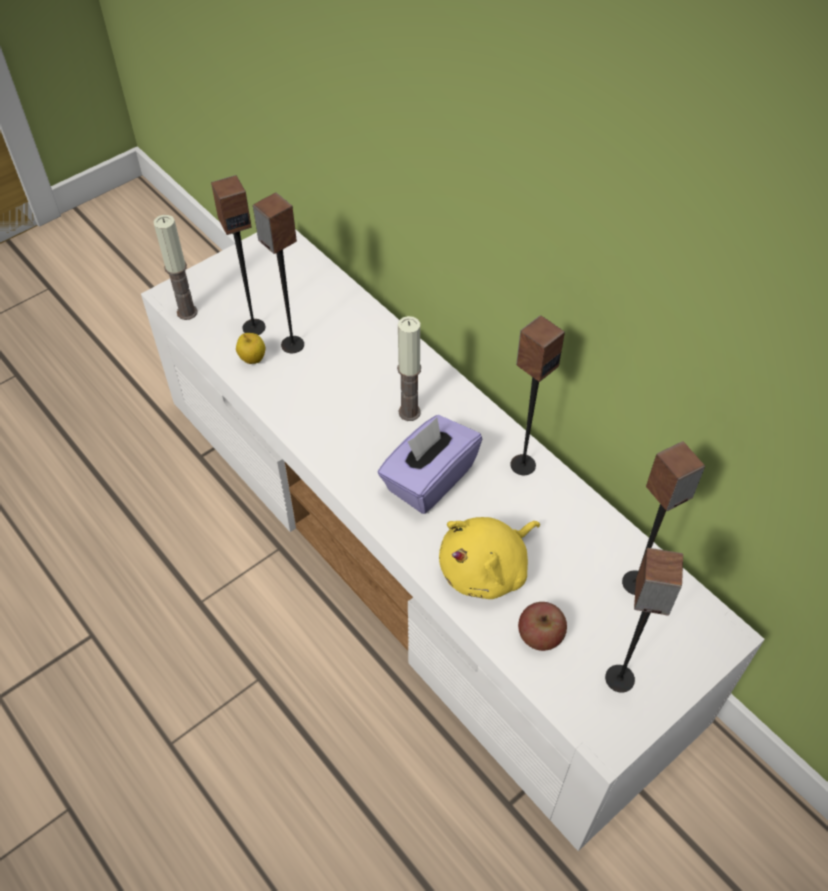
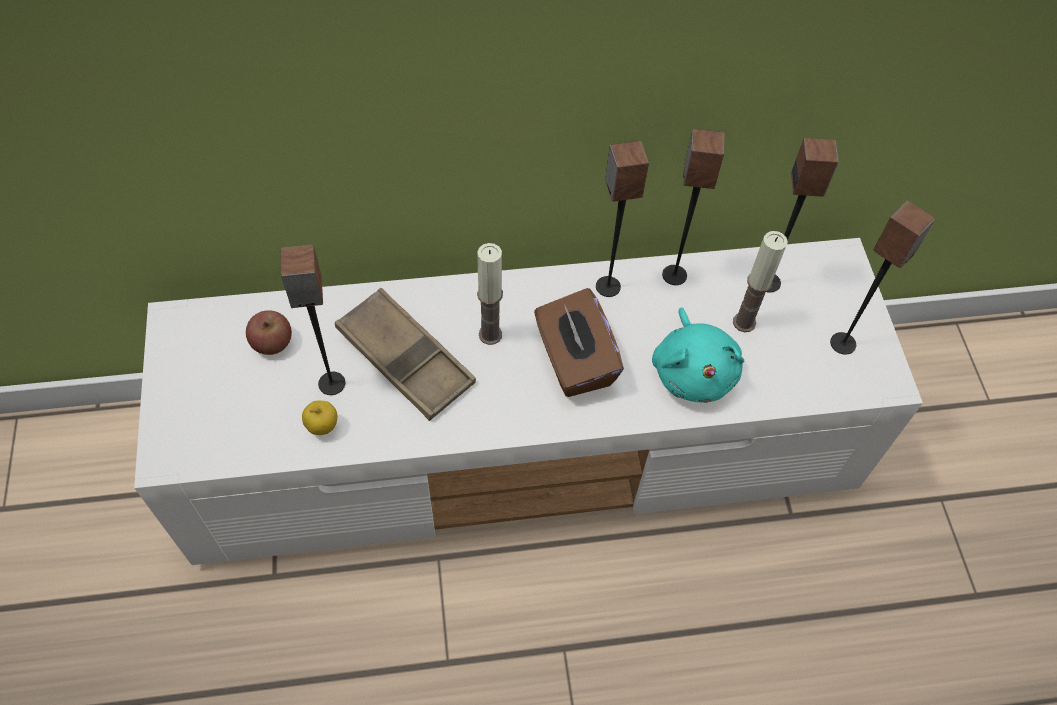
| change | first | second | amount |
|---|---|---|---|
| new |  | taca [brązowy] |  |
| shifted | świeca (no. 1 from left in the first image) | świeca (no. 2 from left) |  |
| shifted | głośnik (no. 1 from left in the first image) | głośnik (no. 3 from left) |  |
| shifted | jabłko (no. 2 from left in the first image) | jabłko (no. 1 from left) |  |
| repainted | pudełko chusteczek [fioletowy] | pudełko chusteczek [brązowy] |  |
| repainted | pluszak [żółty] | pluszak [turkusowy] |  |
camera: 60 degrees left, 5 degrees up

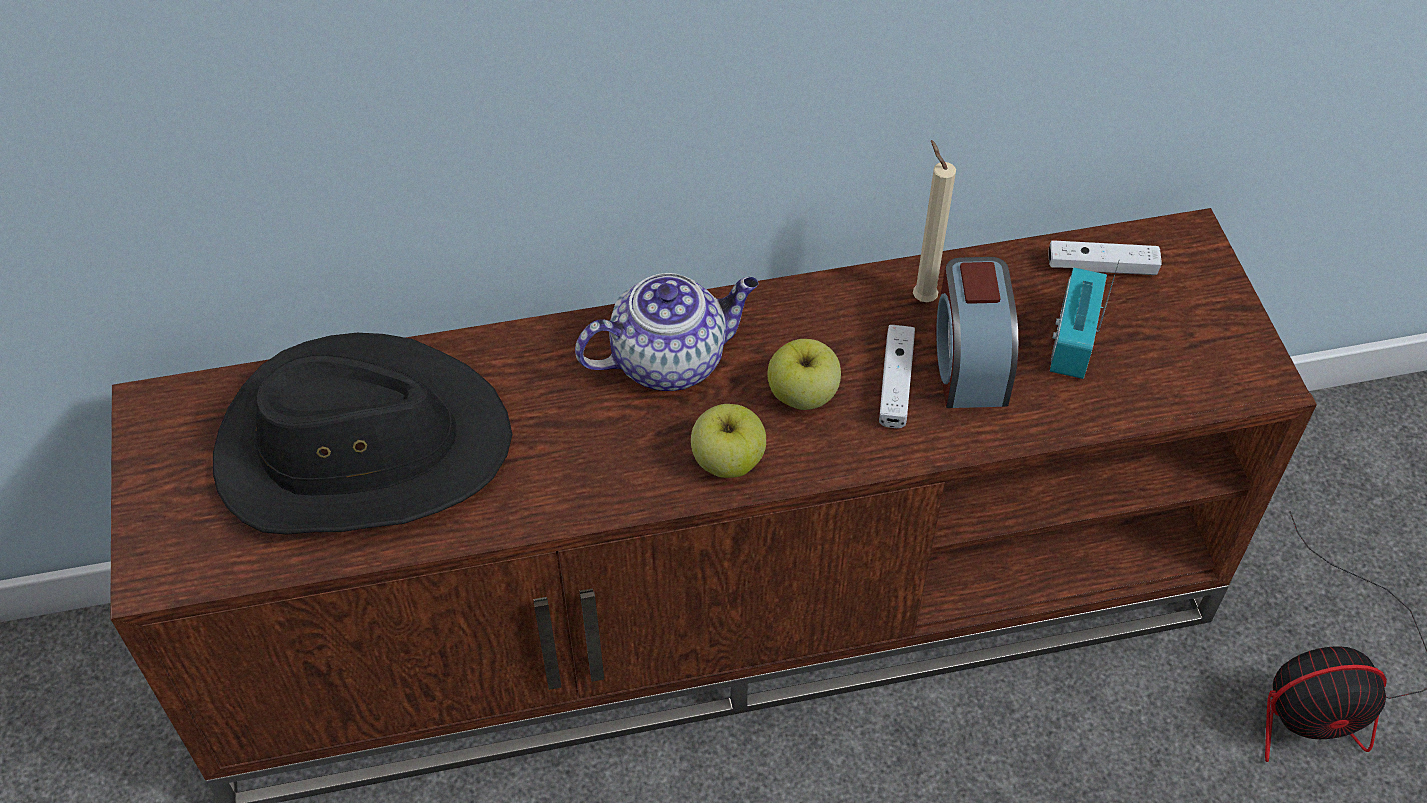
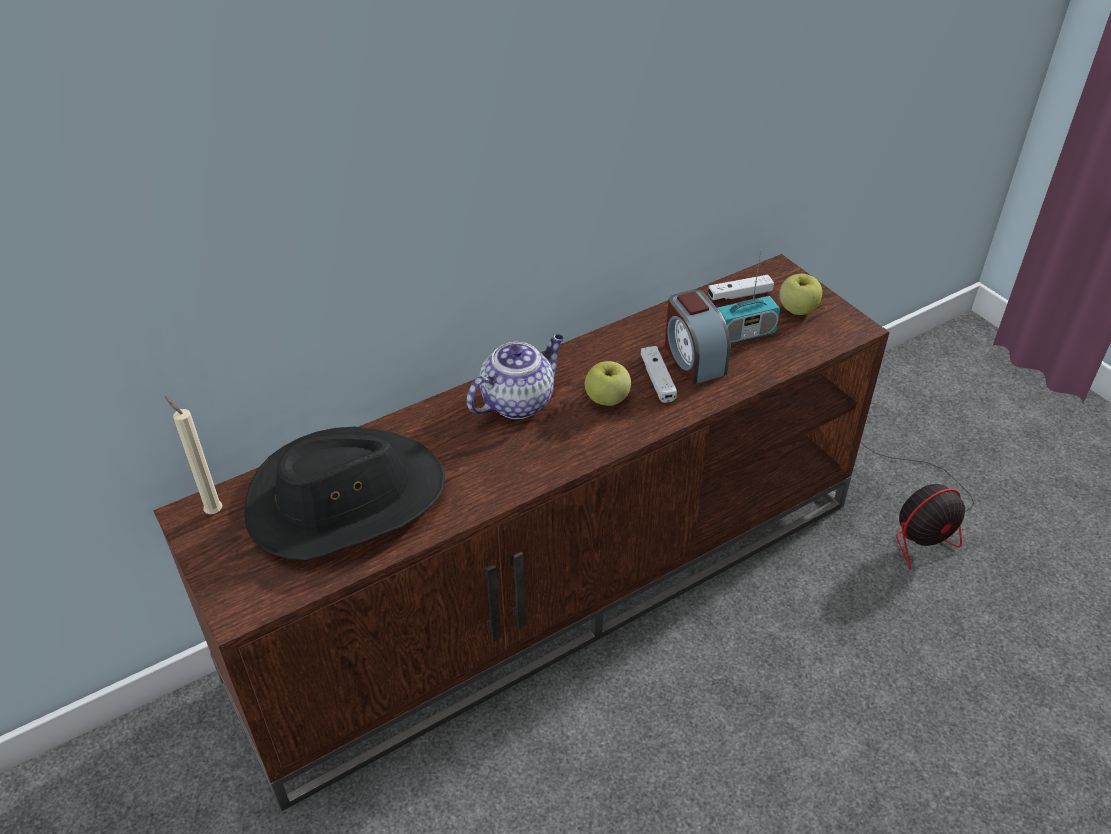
| change | first | second | amount |
|---|---|---|---|
| shifted | jabłko (no. 1 from left in the first image) | jabłko (no. 2 from left) |  |
| shifted | świeca [beżowy] |  |  |
| rotated | radio |  | 105 degrees counterclockwise |
camera: 20 degrees left, 10 degrees down

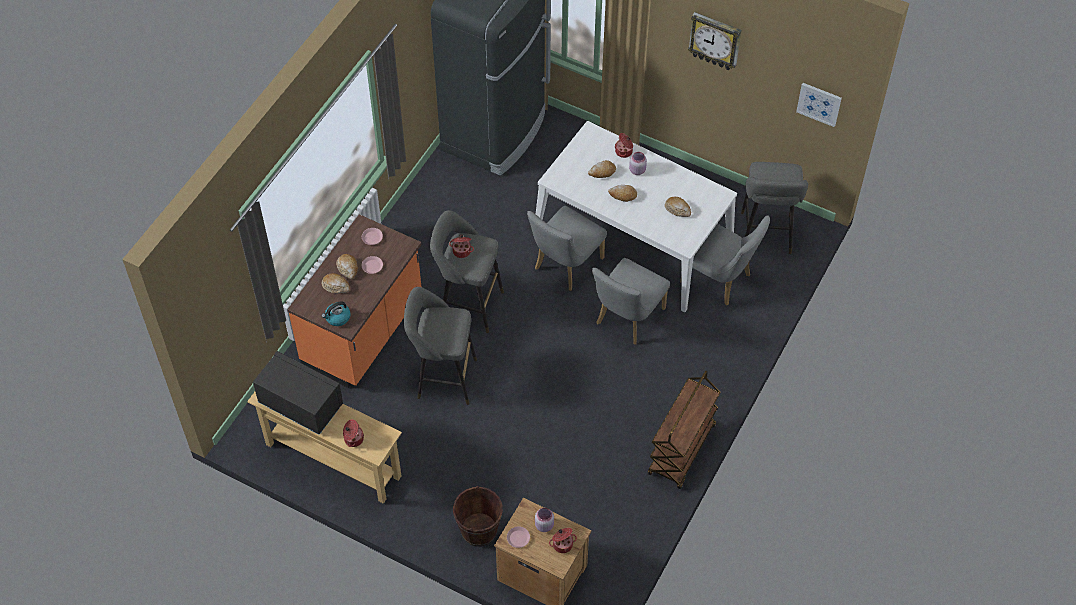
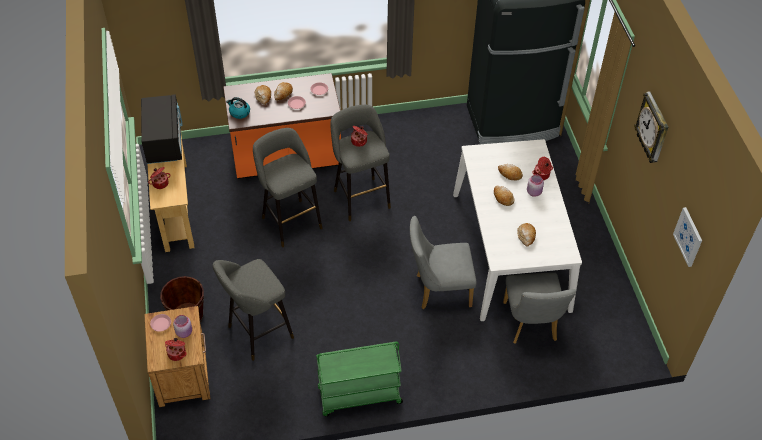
| change | first | second | amount |
|---|---|---|---|
| gone | krzesło [szary] (no. 1 from left) |  |  |
| shifted | stołek [szary] (no. 3 from left in the first image) | stołek [szary] (no. 1 from left) |  |
| repainted | wózek [brązowy] | wózek [zielony] |  |
camera: 50 degrees right, 5 degrees down

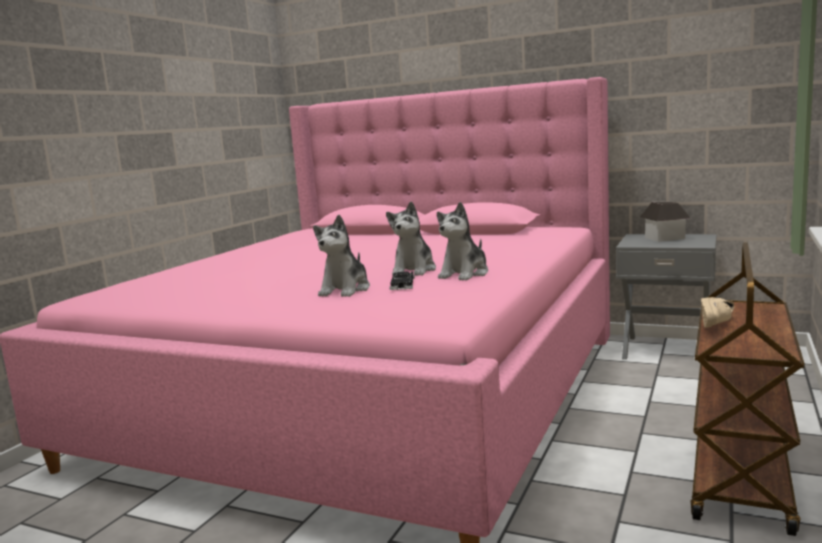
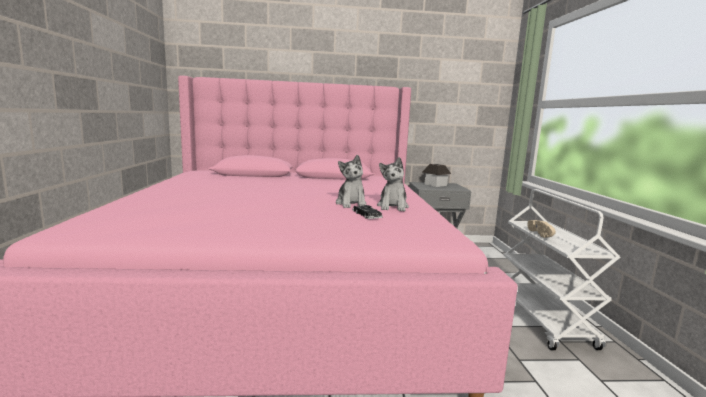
| change | first | second | amount |
|---|---|---|---|
| gone | pluszak (no. 1 from left) |  |  |
| repainted | wózek [brązowy] | wózek [biały] |  |
camera: 30 degrees left, 0 degrees up

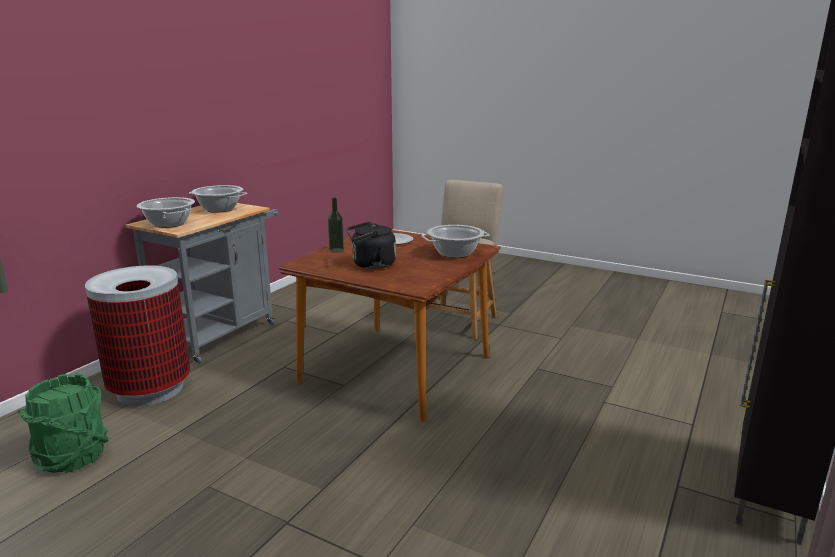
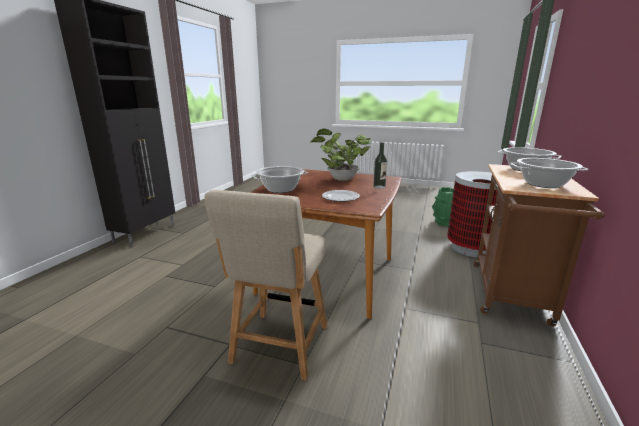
| change | first | second | amount |
|---|---|---|---|
| swapped | czajnik [czarny] | roślina doniczkowa |  |
| repainted | wózek [szary] | wózek [brązowy] |  |
camera: 170 degrees right, 0 degrees up

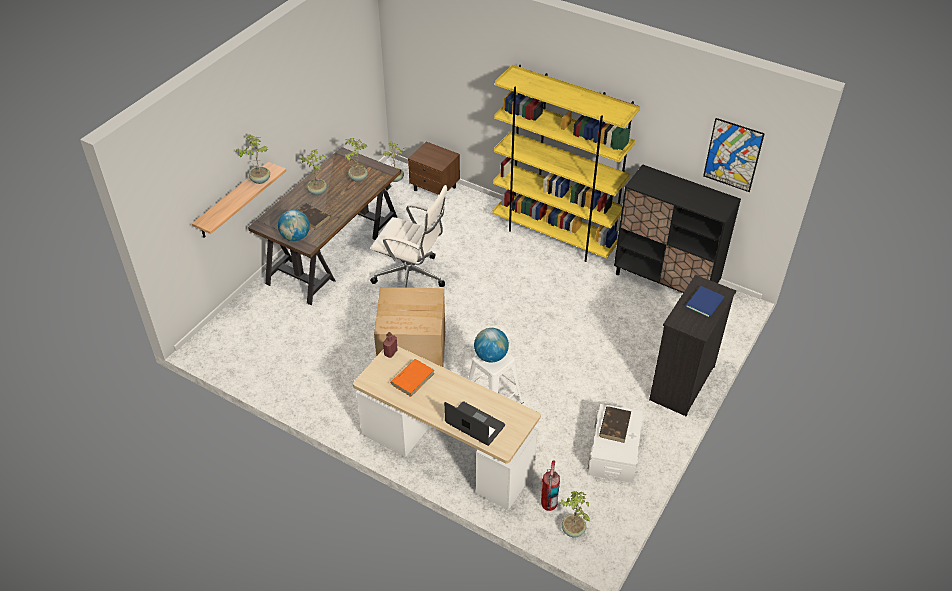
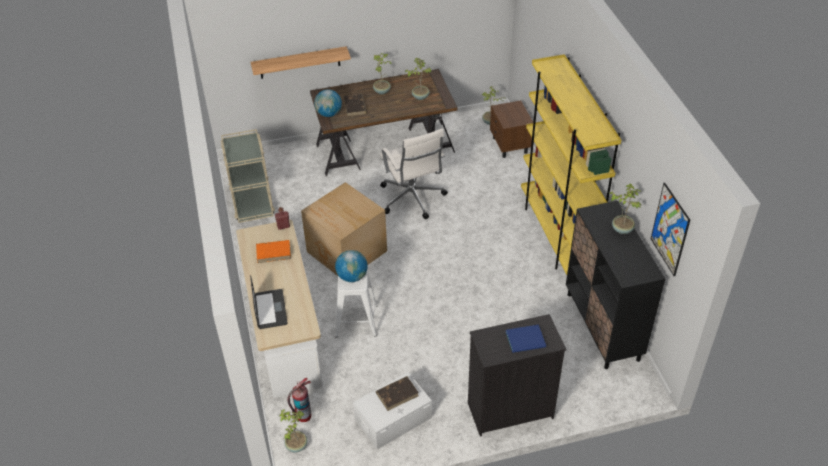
| change | first | second | amount |
|---|---|---|---|
| new |  | wózek [beżowy] |  |
| shifted | roślina doniczkowa (no. 1 from left in the first image) | roślina doniczkowa (no. 5 from left) |  |
camera: 45 degrees right, 0 degrees up

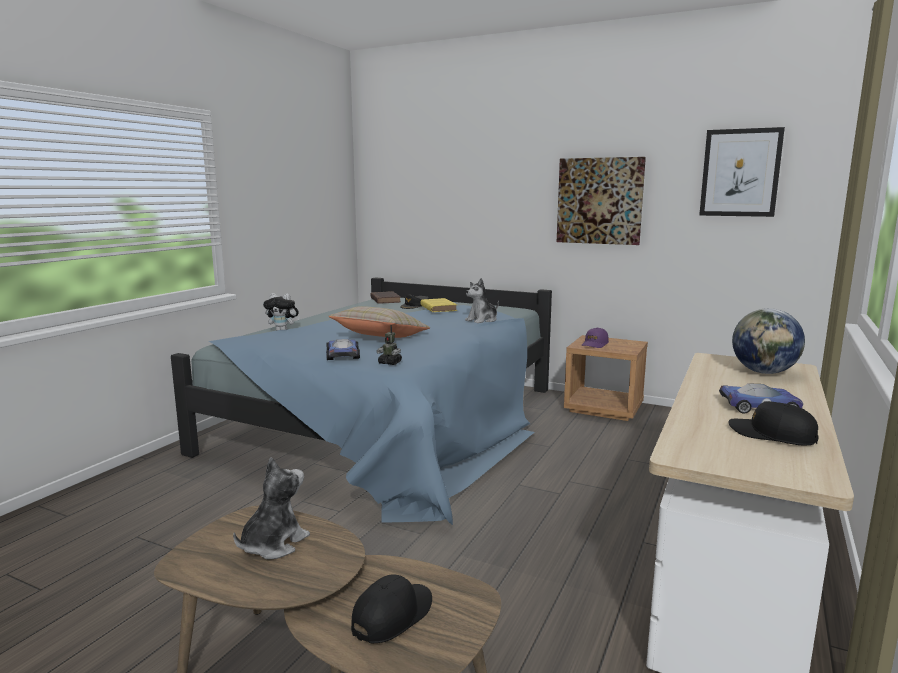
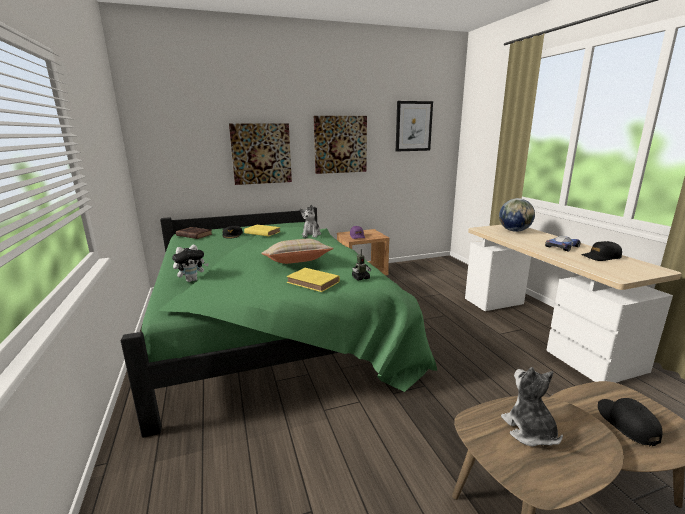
| change | first | second | amount |
|---|---|---|---|
| new |  | obraz (no. 1 from left) |  |
| swapped | samochodzik (no. 1 from left) | książka [żółty] (no. 2 from left) |  |
| repainted | łóżko [niebieski] | łóżko [zielony] |  |
camera: 45 degrees left, 5 degrees up

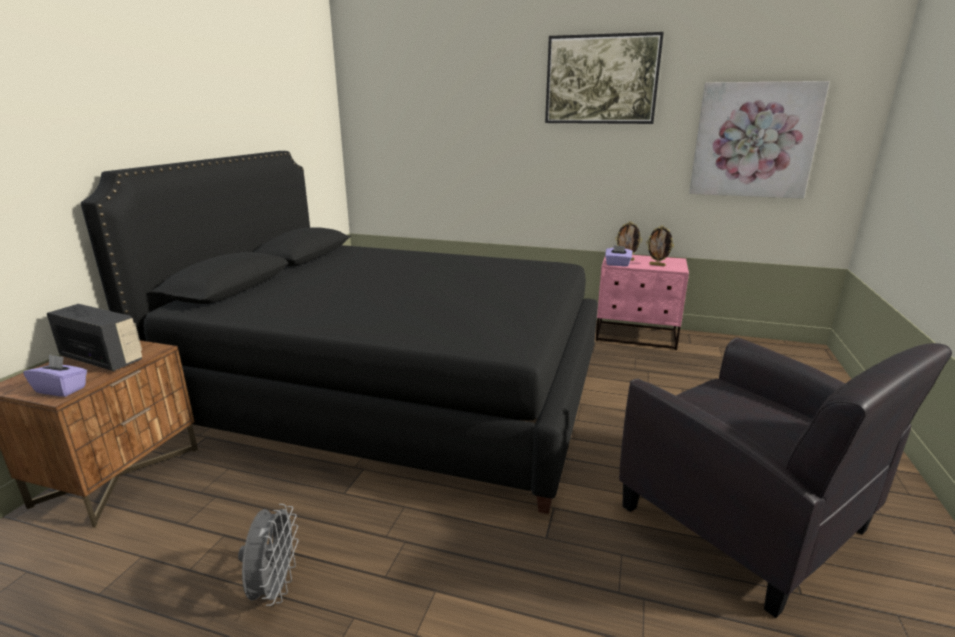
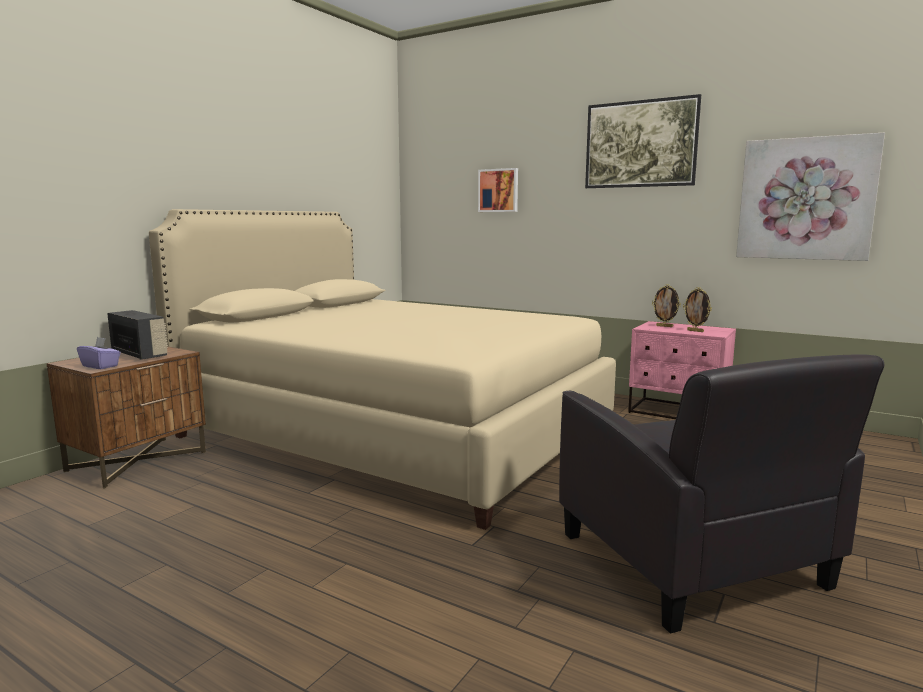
| change | first | second | amount |
|---|---|---|---|
| gone | wentylator [szary] |  |  |
| gone | pudełko chusteczek [fioletowy] (no. 2 from left) |  |  |
| new |  | obraz (no. 1 from left) |  |
| repainted | łóżko [czarny] | łóżko [beżowy] |  |
camera: 15 degrees right, 10 degrees down

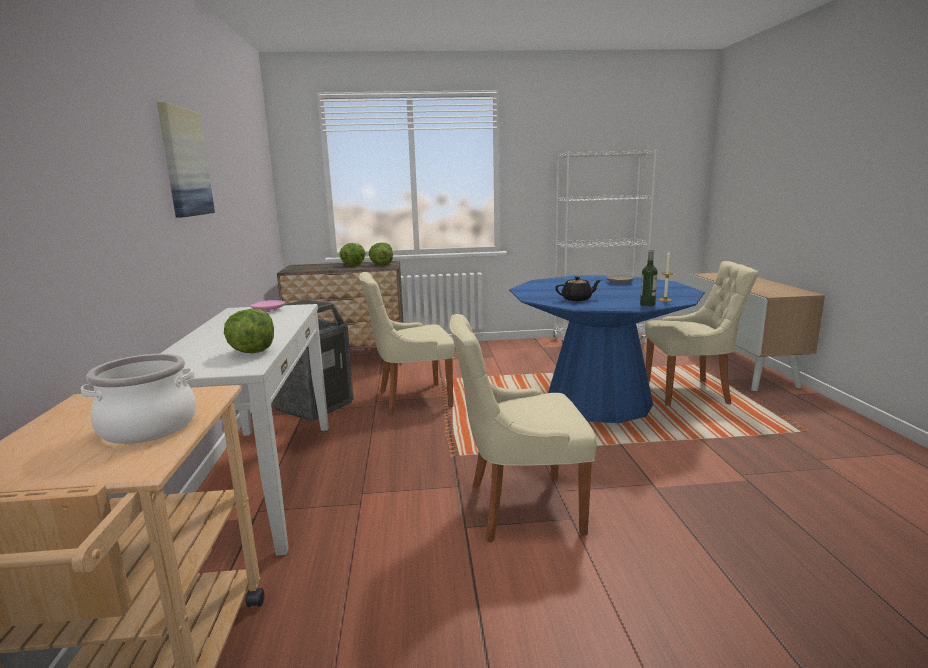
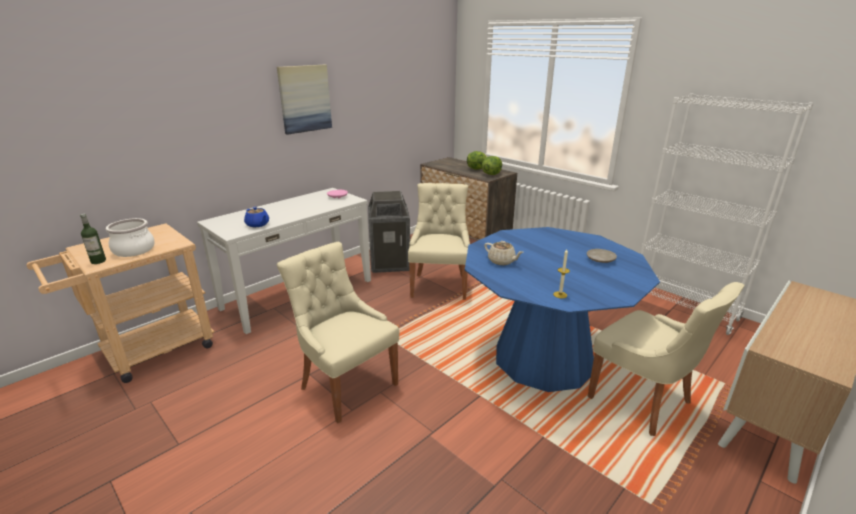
| change | first | second | amount |
|---|---|---|---|
| shifted | butelka |  |  |
| swapped | sałata (no. 1 from left) | imbryk [niebieski] |  |
| repainted | imbryk [czarny] | imbryk [beżowy] |  |
| rotated | krzesło [beżowy] (no. 1 from left in the first image) | krzesło [beżowy] (no. 2 from left) | 60 degrees clockwise |
camera: 50 degrees right, 10 degrees up

